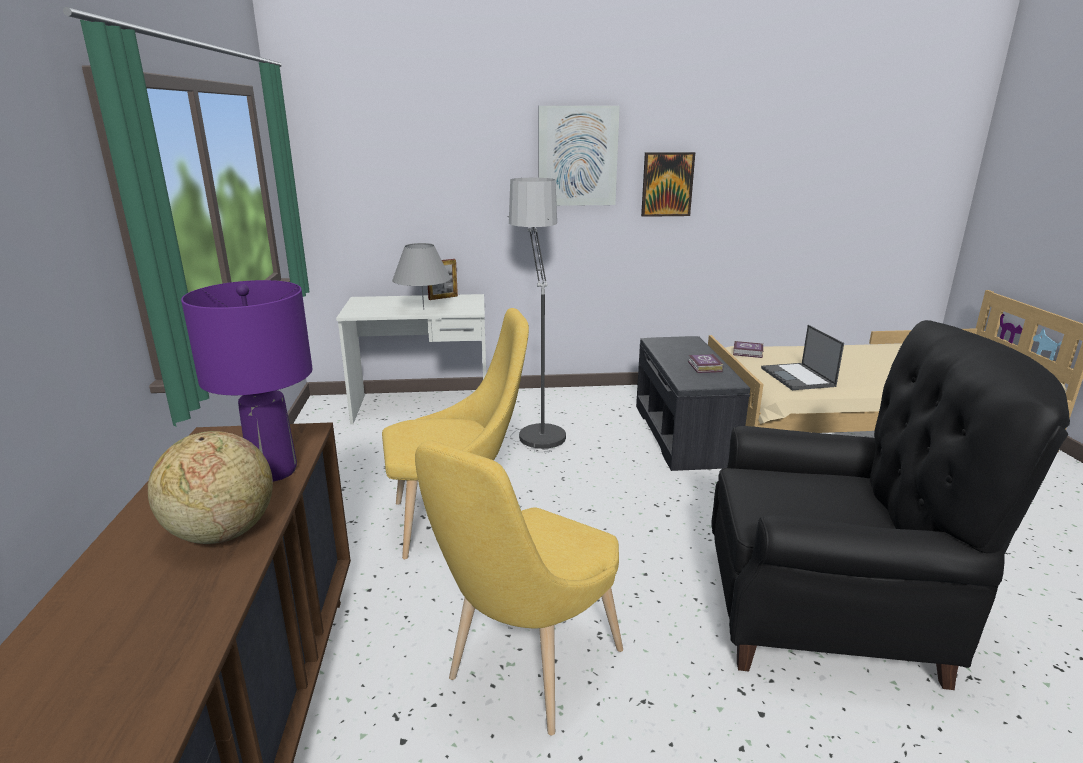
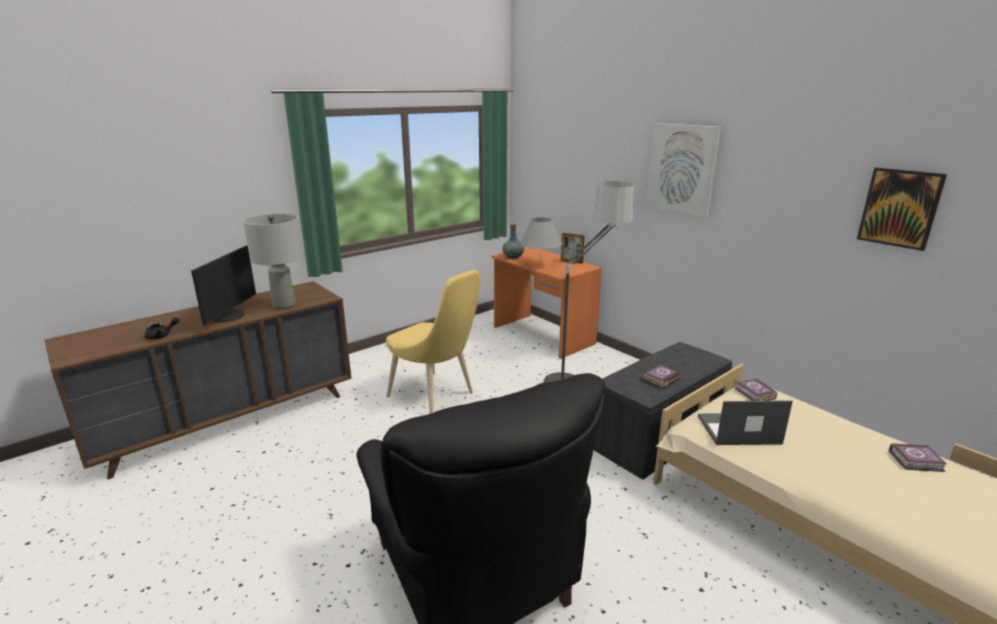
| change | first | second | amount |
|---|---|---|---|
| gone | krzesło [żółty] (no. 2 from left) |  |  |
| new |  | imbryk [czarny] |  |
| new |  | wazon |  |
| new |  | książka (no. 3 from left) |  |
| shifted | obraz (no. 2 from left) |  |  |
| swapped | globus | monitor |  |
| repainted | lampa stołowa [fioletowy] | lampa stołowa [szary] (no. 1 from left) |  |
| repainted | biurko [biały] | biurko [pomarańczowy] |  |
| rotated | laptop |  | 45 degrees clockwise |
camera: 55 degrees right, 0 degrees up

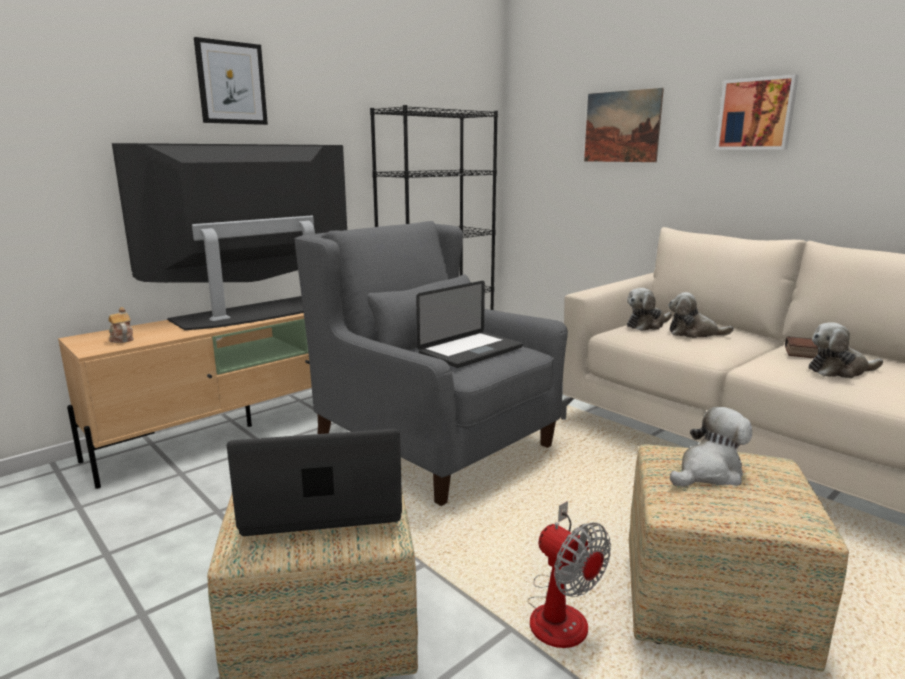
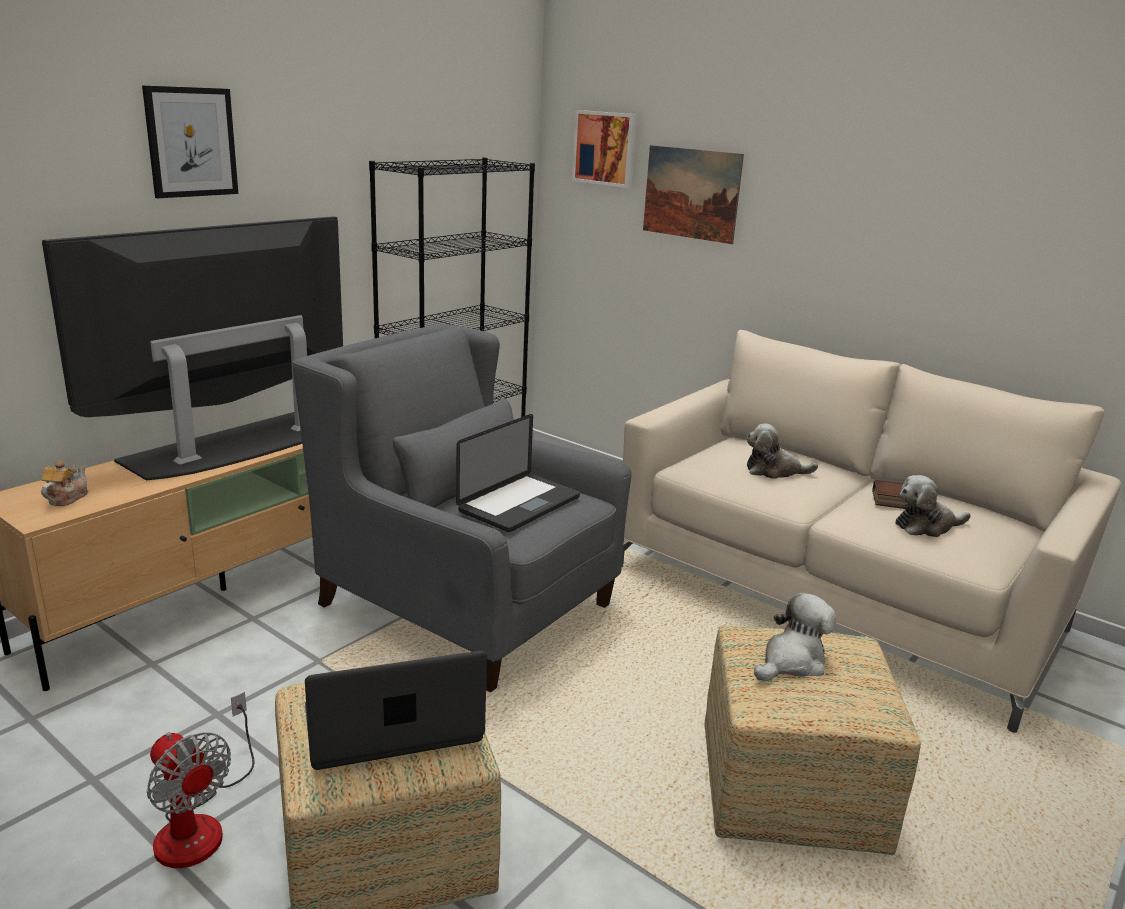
| change | first | second | amount |
|---|---|---|---|
| gone | pluszak (no. 1 from left) |  |  |
| shifted | wentylator |  |  |
| shifted | obraz (no. 3 from left in the first image) | obraz (no. 2 from left) |  |
| rotated | imbryk |  | 60 degrees clockwise |
camera: 10 degrees left, 5 degrees up

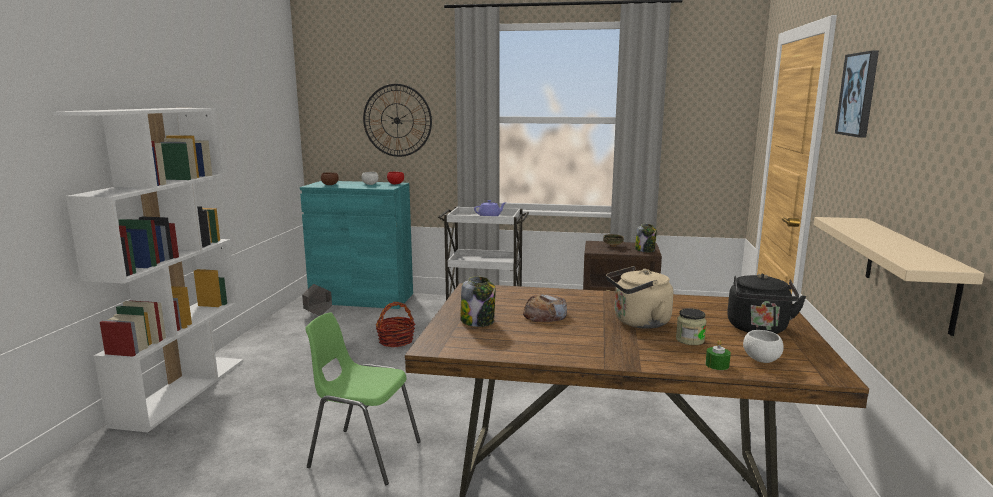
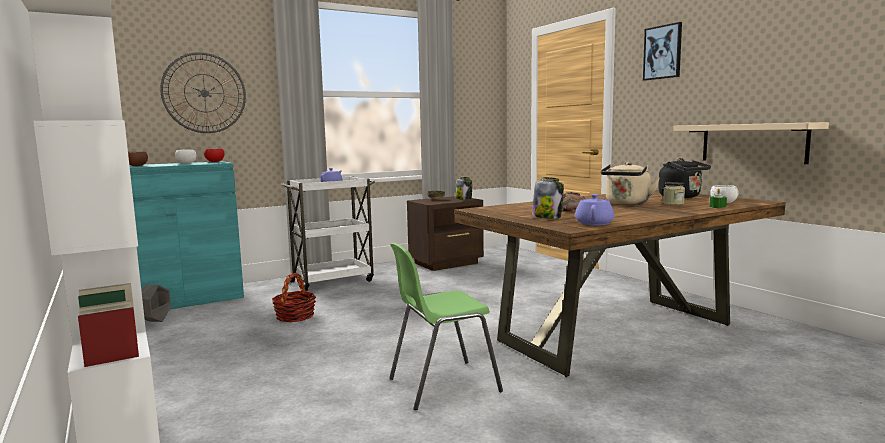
| change | first | second | amount |
|---|---|---|---|
| new |  | imbryk [fioletowy] (no. 2 from left) |  |
camera: 40 degrees left, 5 degrees down

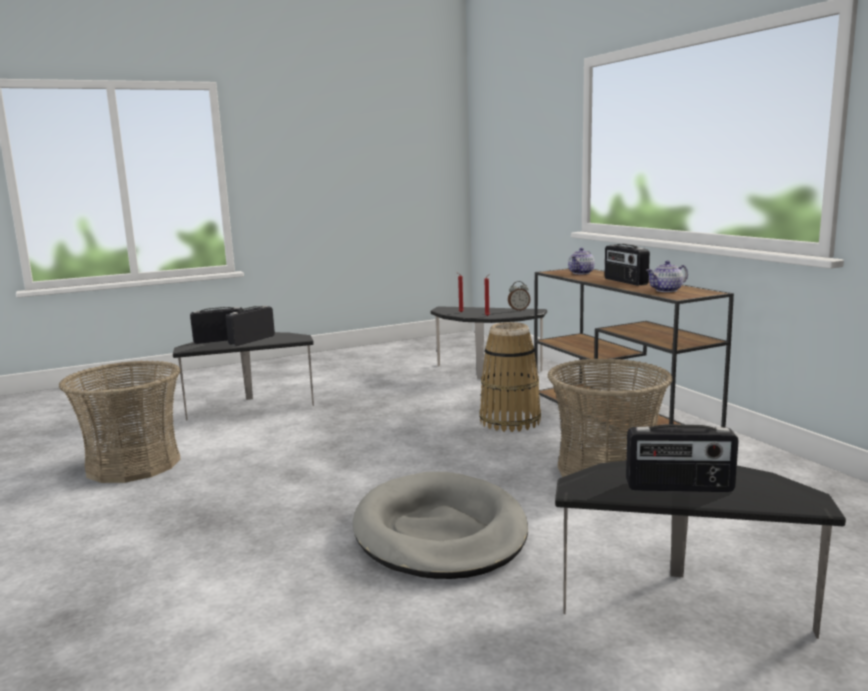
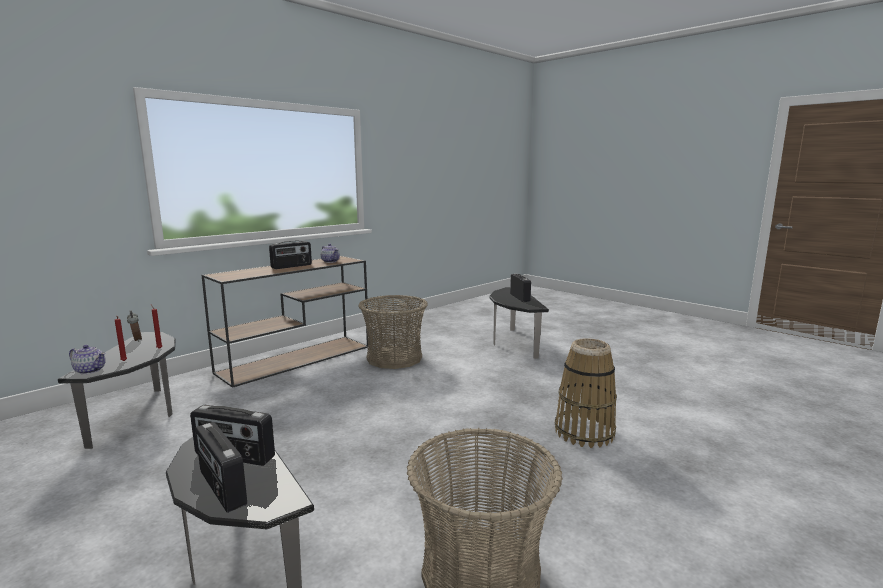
| change | first | second | amount |
|---|---|---|---|
| gone | legowisko [szary] |  |  |
| shifted | koszyk (no. 2 from left in the first image) | koszyk (no. 3 from left) |  |
| shifted | imbryk (no. 1 from left) |  |  |
camera: 110 degrees left, 0 degrees up

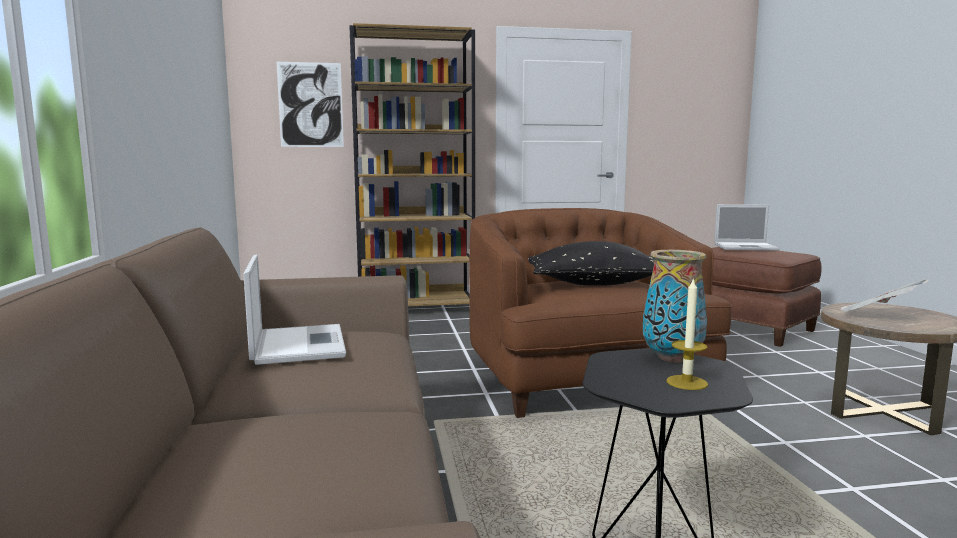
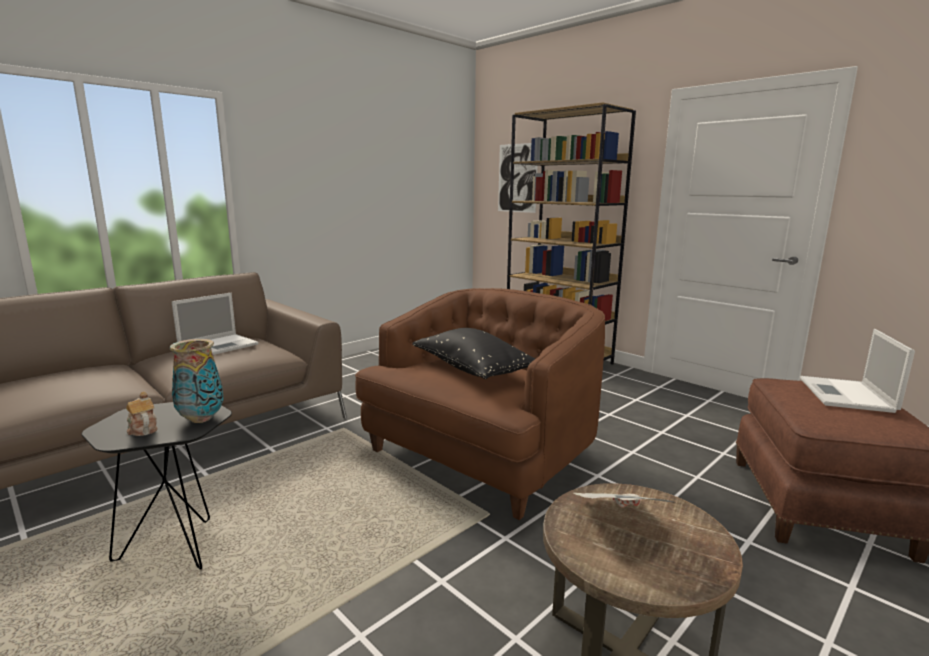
| change | first | second | amount |
|---|---|---|---|
| swapped | świeca | imbryk |  |
| rotated | laptop (no. 2 from left) |  | 45 degrees clockwise |
camera: 55 degrees right, 5 degrees up

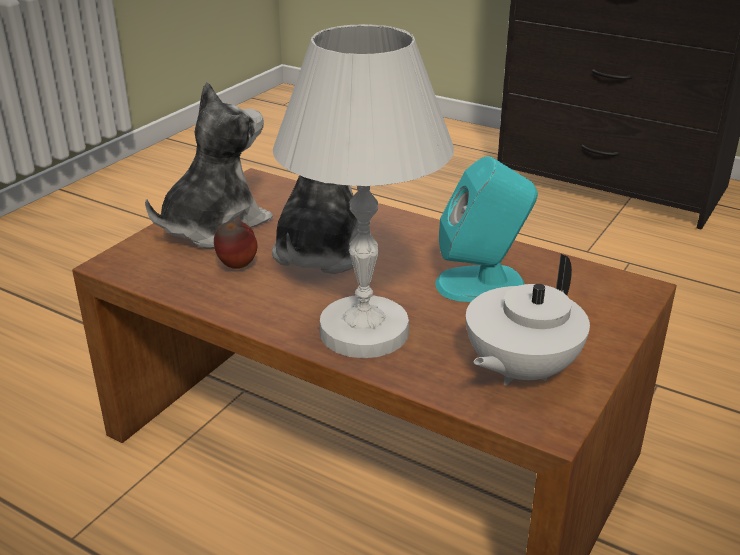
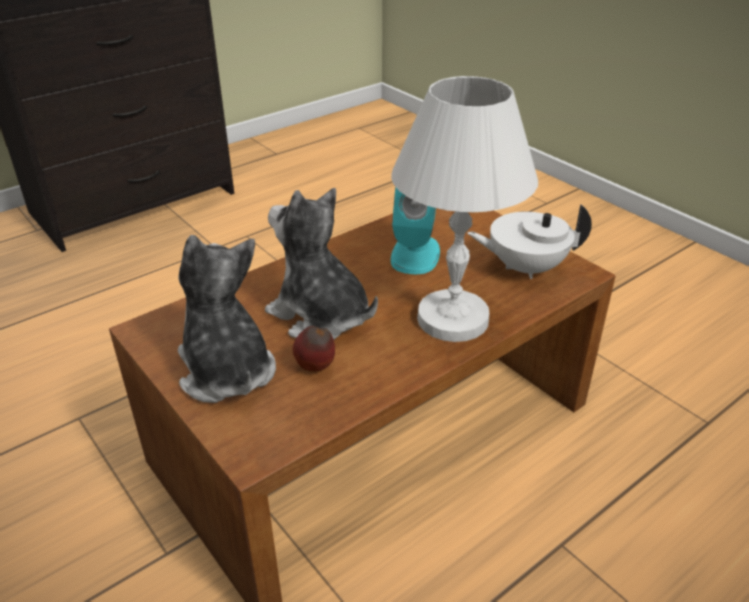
| change | first | second | amount |
|---|---|---|---|
| rotated | imbryk [biały] |  | 120 degrees clockwise |
camera: 70 degrees left, 5 degrees up

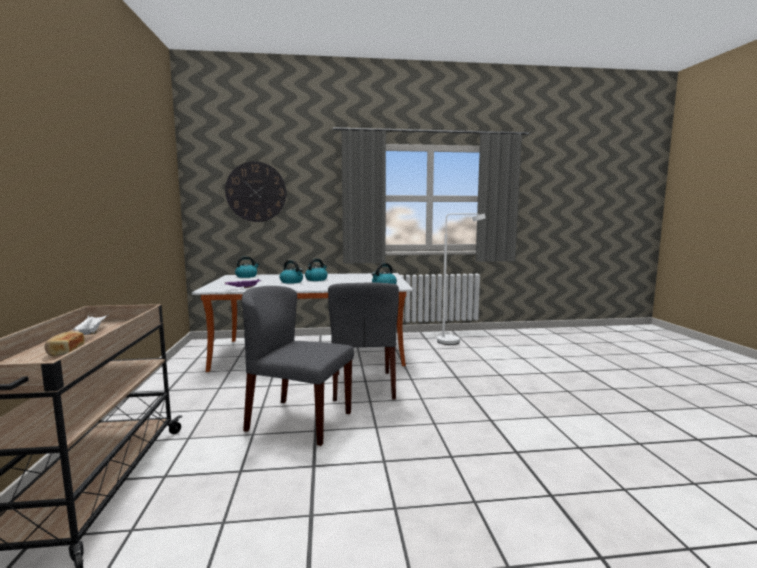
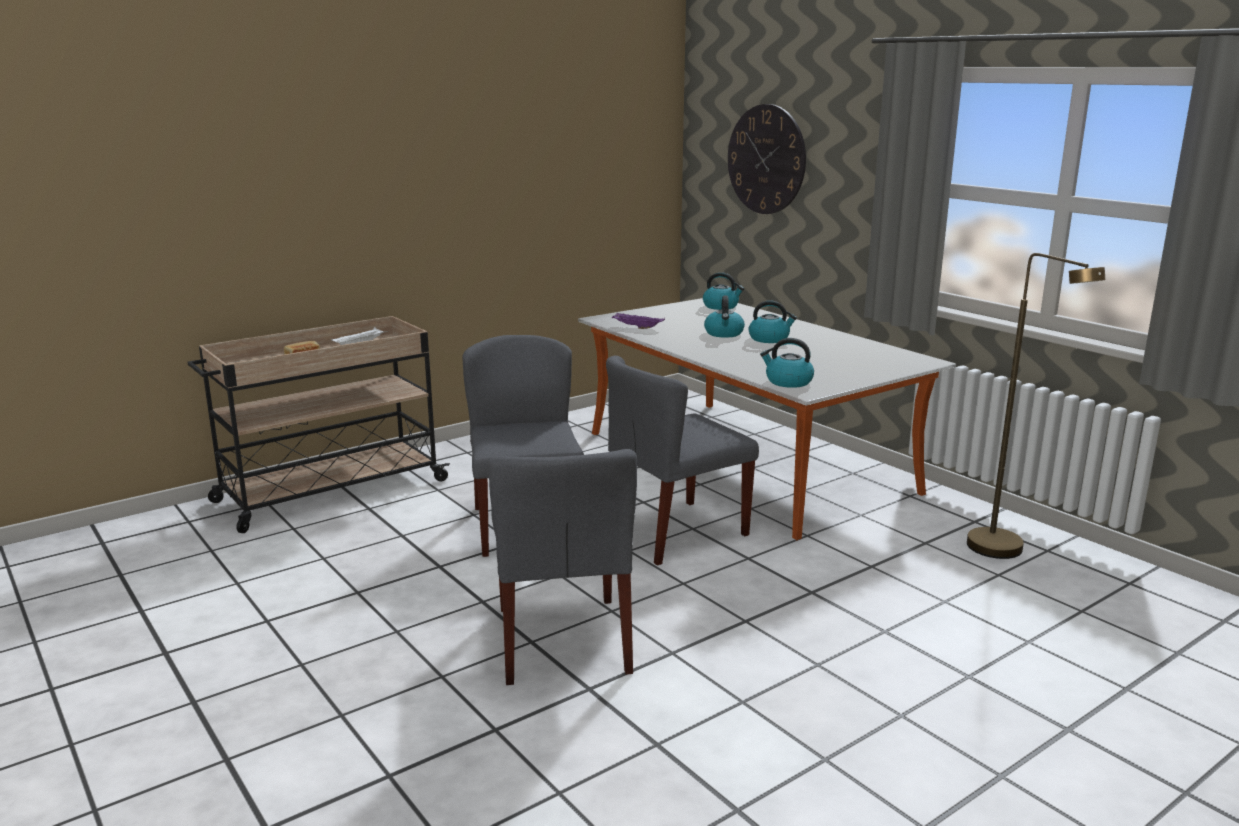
| change | first | second | amount |
|---|---|---|---|
| new |  | krzesło [szary] (no. 2 from left) |  |
| repainted | lampa stojąca [biały] | lampa stojąca [brązowy] |  |
camera: 60 degrees right, 10 degrees up

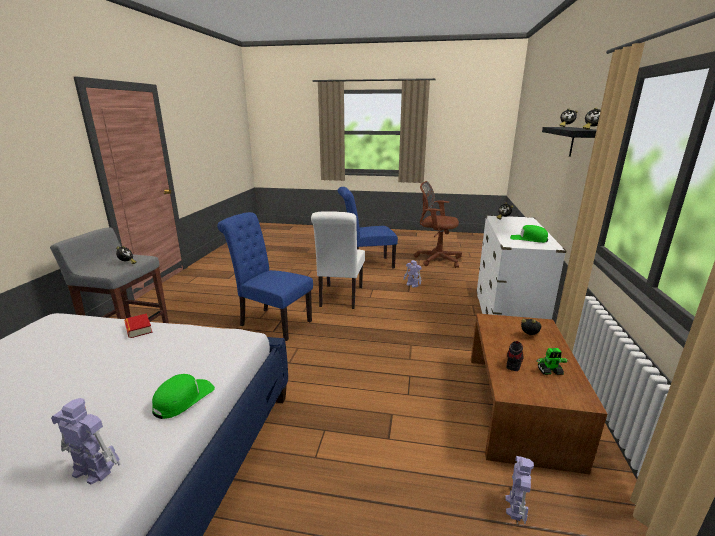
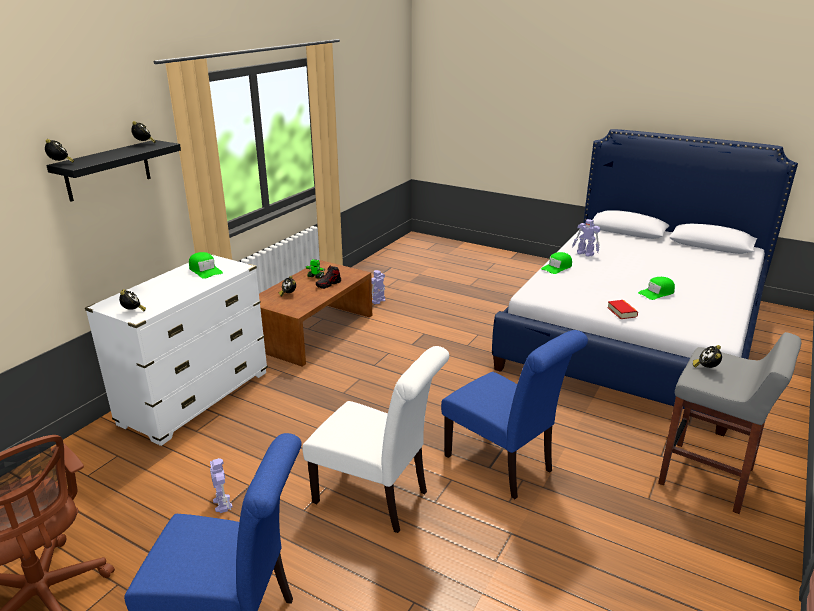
| change | first | second | amount |
|---|---|---|---|
| new |  | czapka z daszkiem [zielony] (no. 3 from left) |  |
| rotated | krzesło [biały] |  | 90 degrees clockwise |
camera: 160 degrees left, 5 degrees up

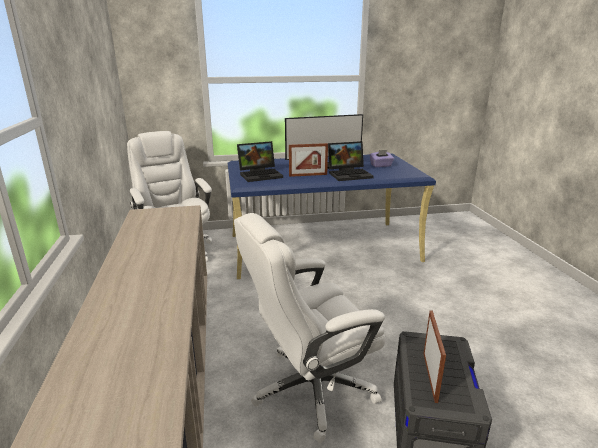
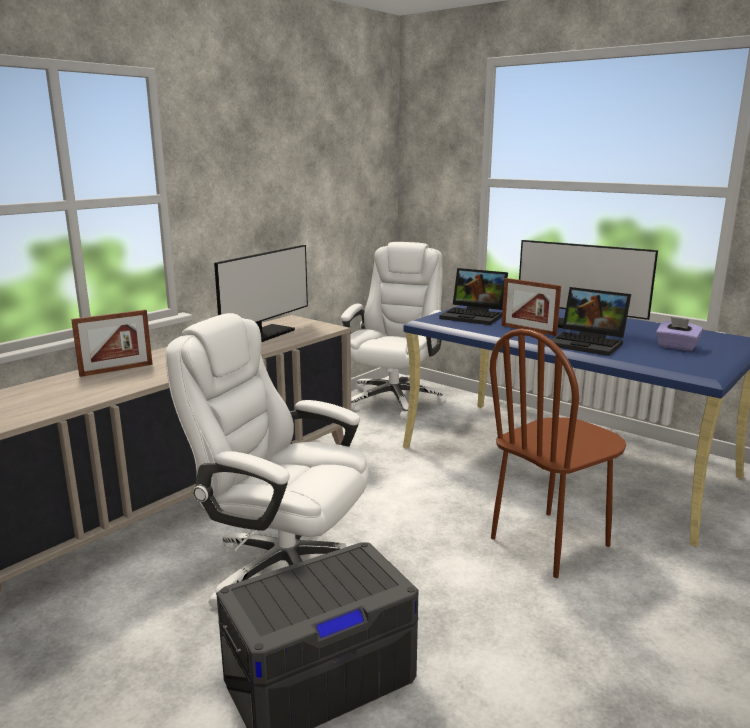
| change | first | second | amount |
|---|---|---|---|
| new |  | monitor (no. 1 from left) |  |
| new |  | krzesło [brązowy] |  |
| shifted | ramka na zdjęcie (no. 2 from left in the first image) | ramka na zdjęcie (no. 1 from left) |  |
camera: 50 degrees right, 5 degrees down

